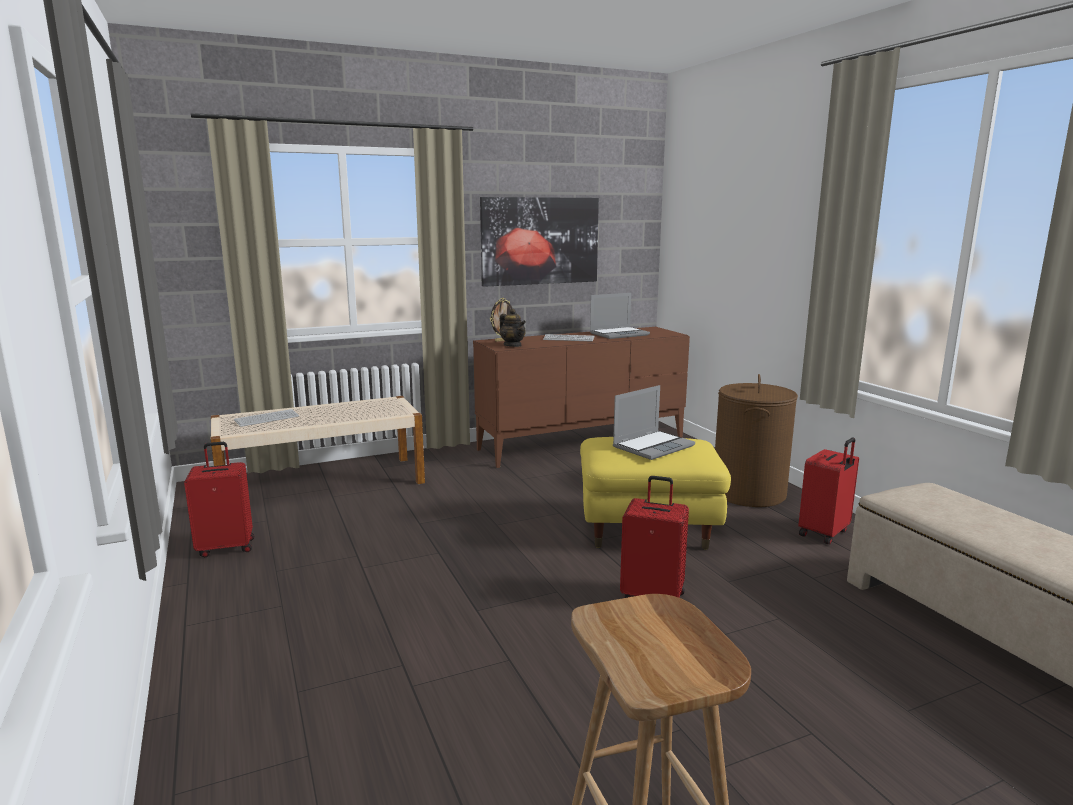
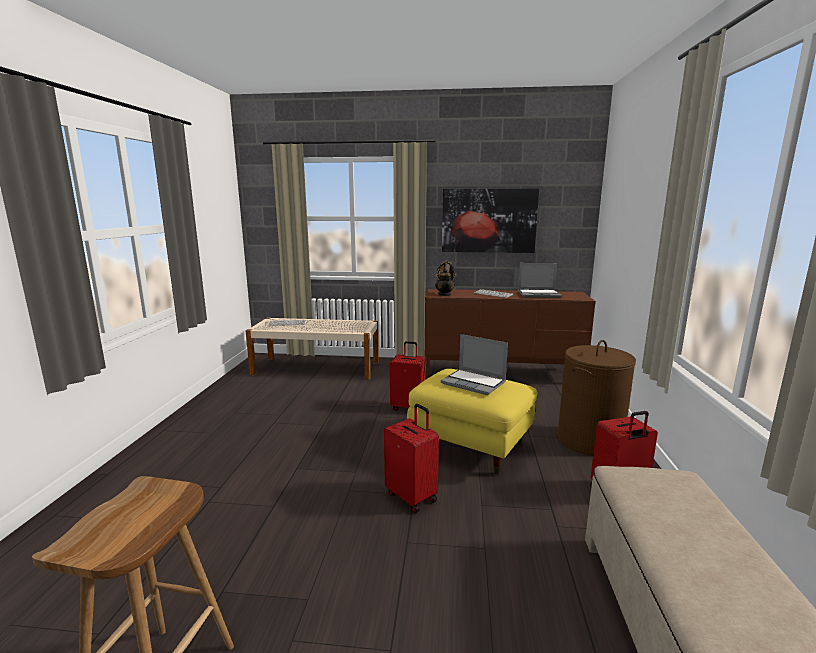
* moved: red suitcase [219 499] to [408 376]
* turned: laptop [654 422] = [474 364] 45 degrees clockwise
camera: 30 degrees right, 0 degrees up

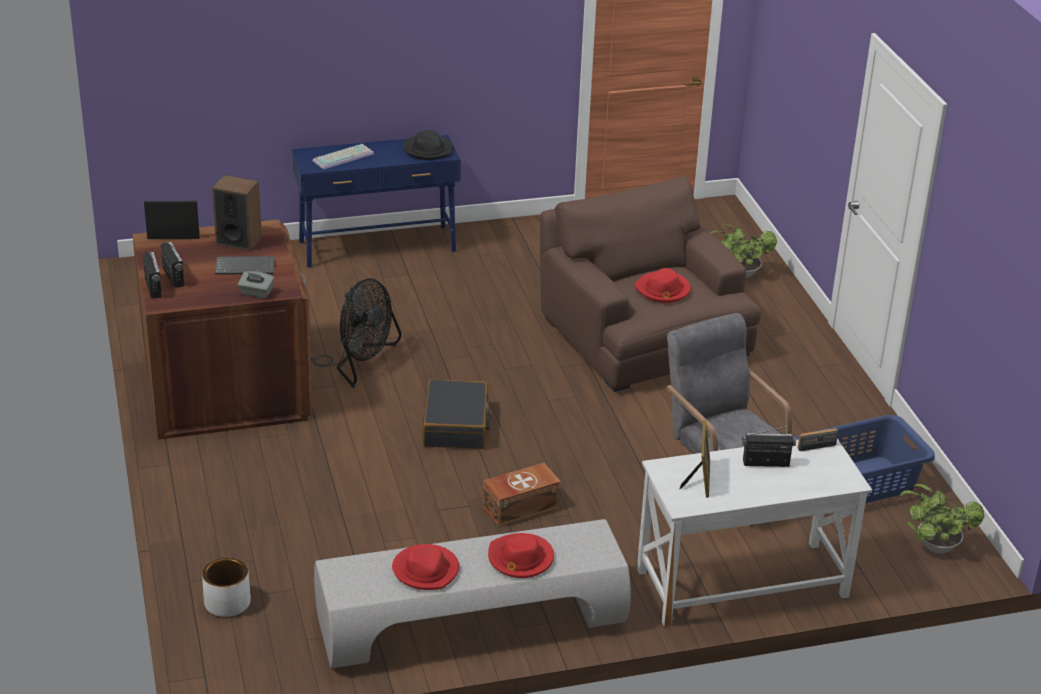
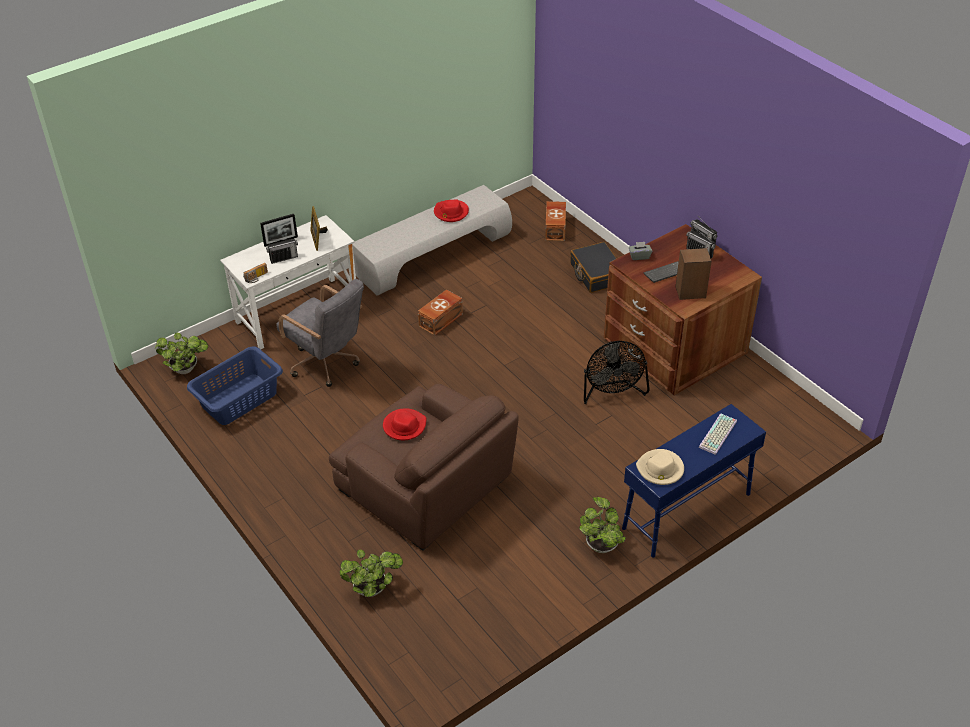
* moved: picture frame [172 220] to [279 230]
* replaced: white planter [226 587] to brown storage box [555 221]
* moved: black suitcase [457 414] to [593 267]
* added: potted plant [602 525]
* turned: black fan [356 333] = [617 372] 105 degrees counterclockwise
* recoloured: black hat [428 145] to beige hat [660 467]
* removed: red hat [521 555]
camera: 160 degrees right, 10 degrees up

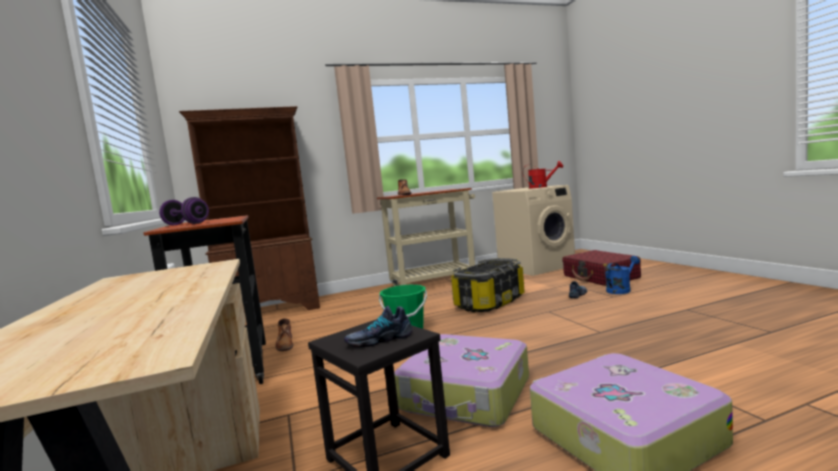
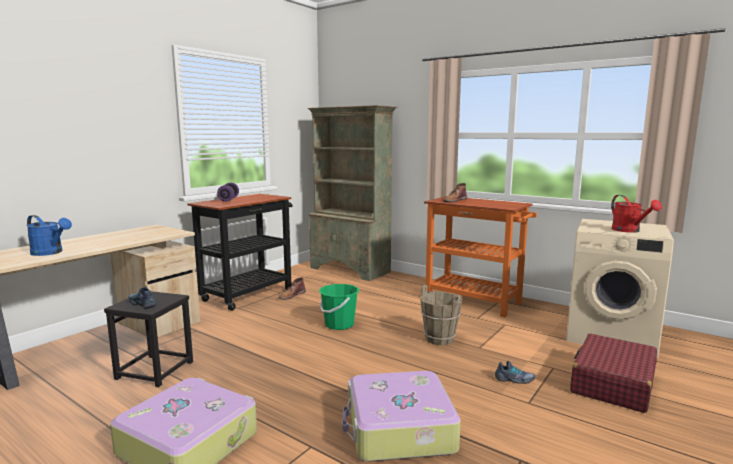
* moved: blue watering can [622 275] to [49 235]
* recoloured: brown bookcase [249 209] to green bookcase [352 193]
* moved: suitcase [461 380] to [401 416]
* replaced: storage box [488 285] to brown bucket [441 315]
* recoloured: beige cart [426 237] to orange cart [480 256]
camera: 55 degrees right, 5 degrees up

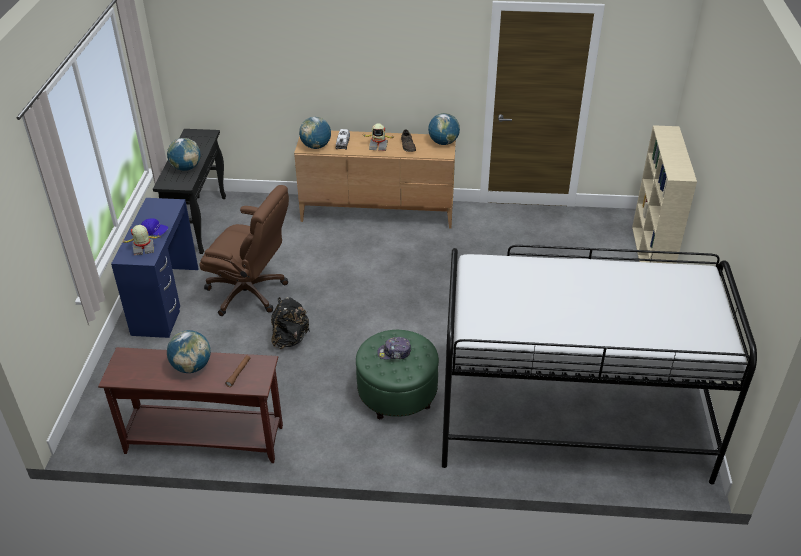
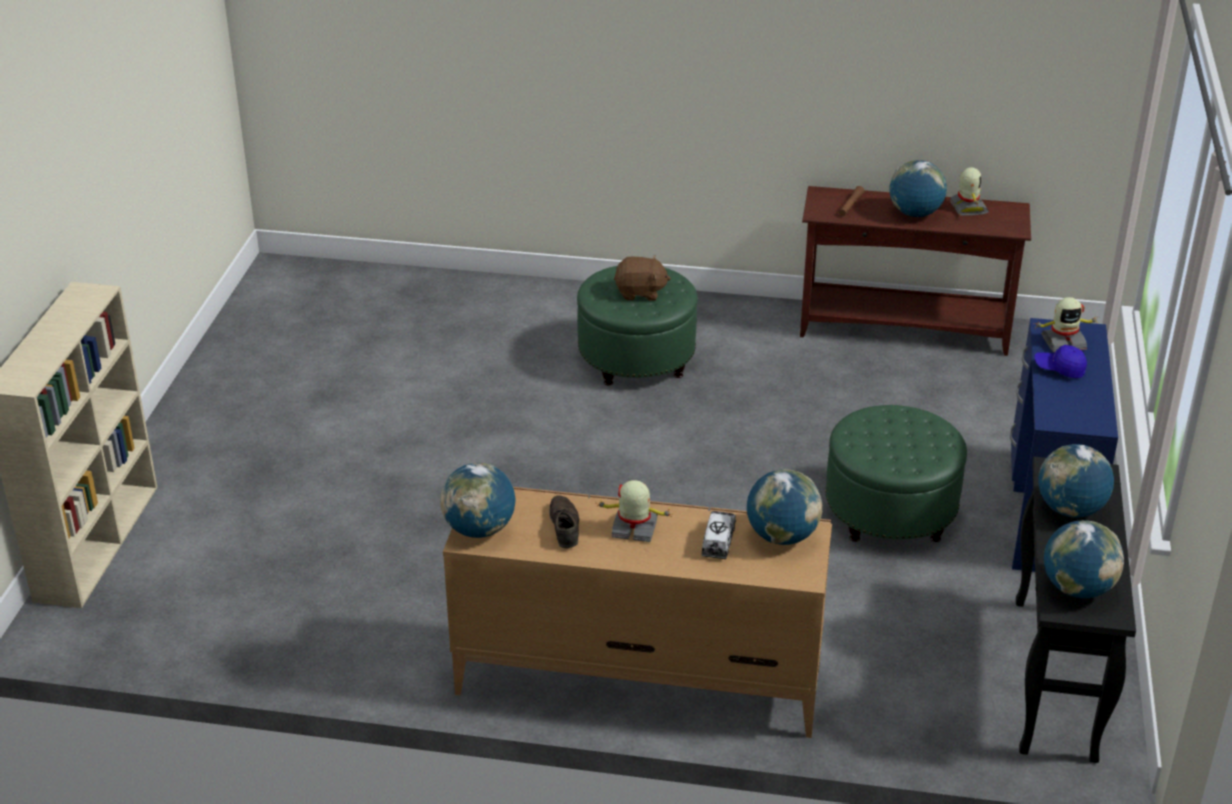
* replaced: cap [394 348] to brown plush toy [642 278]
* replaced: brown office chair [244 250] to green ottoman [896 473]
* added: toy robot [969 191]
* added: globe [1084 559]
* removed: black backpack [290 323]
* removed: black bed [599 364]
camera: 175 degrees left, 5 degrees down

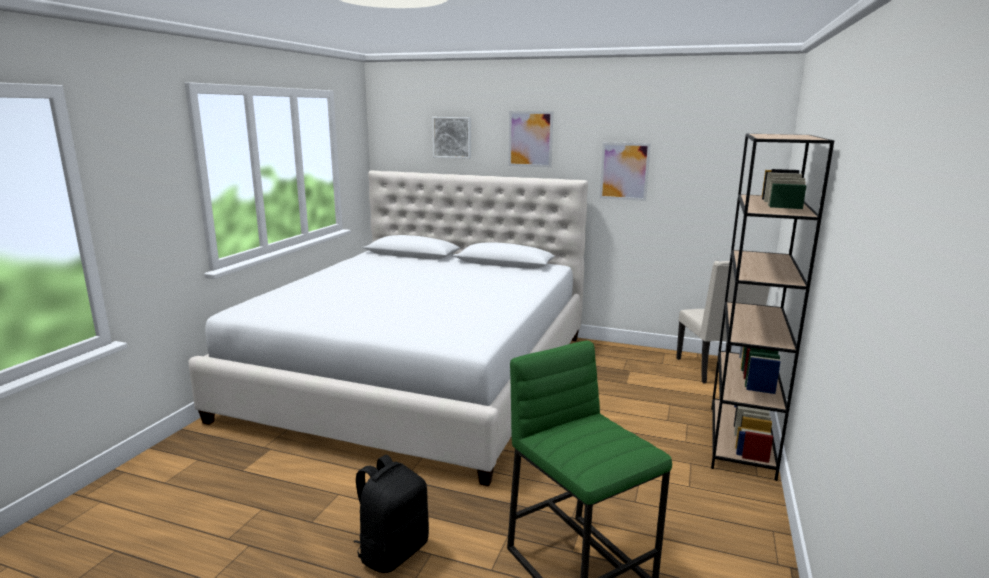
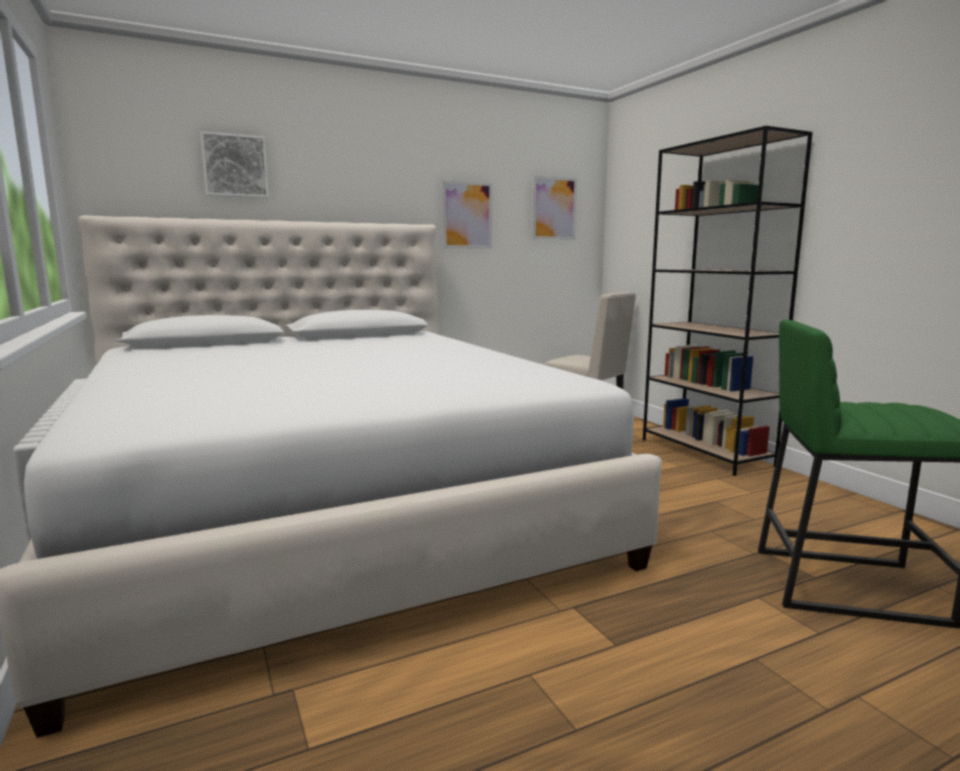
* moved: picture [530 139] to [554 208]
* removed: black backpack [391 514]
camera: 45 degrees left, 5 degrees down

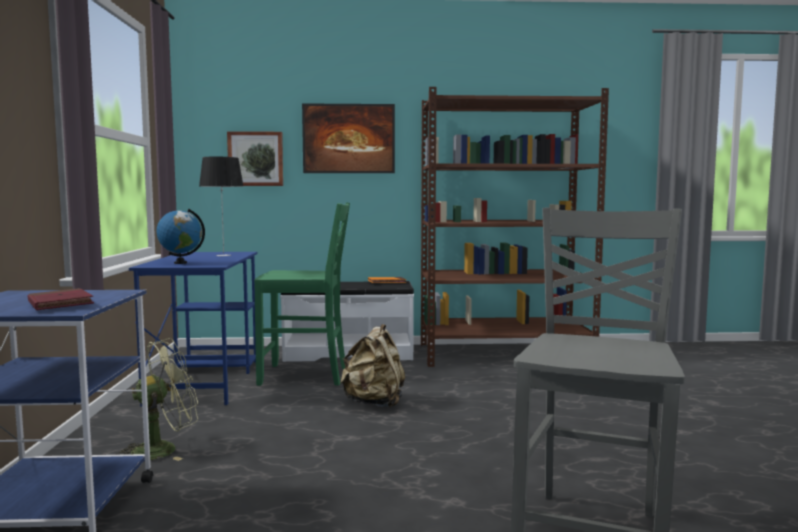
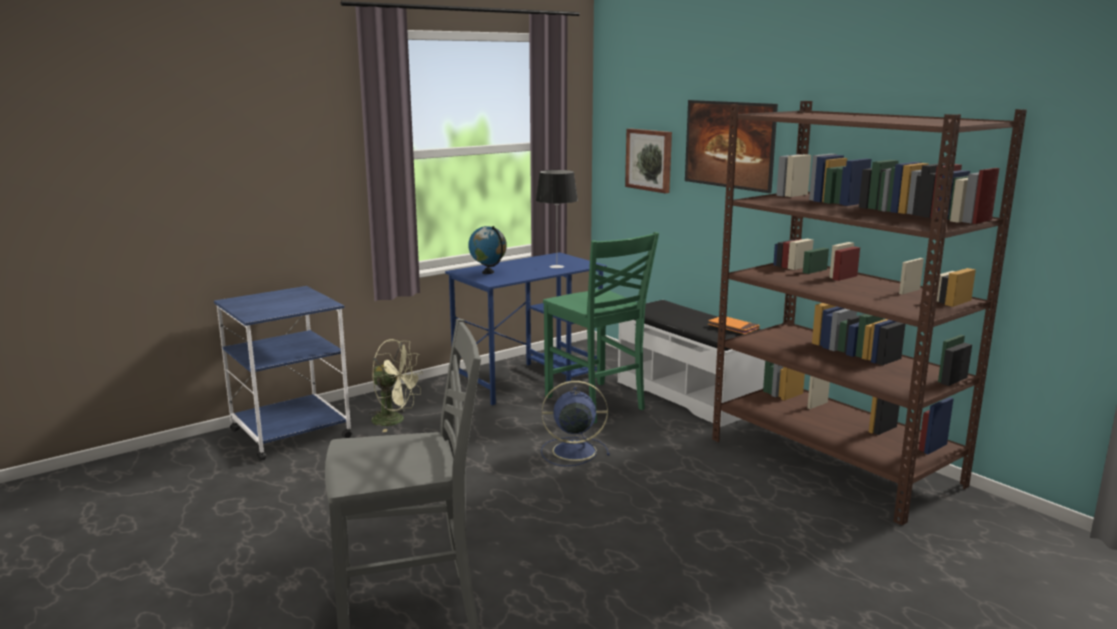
* replaced: beige backpack [372 366] to blue fan [575 423]
* removed: red book [61 299]
camera: 55 degrees right, 10 degrees up

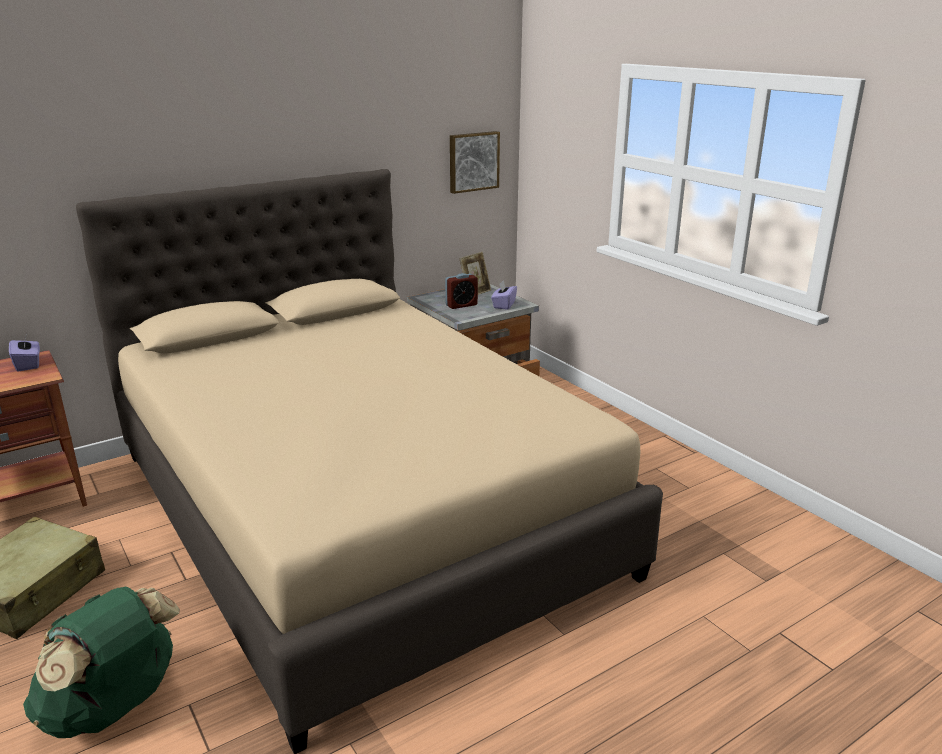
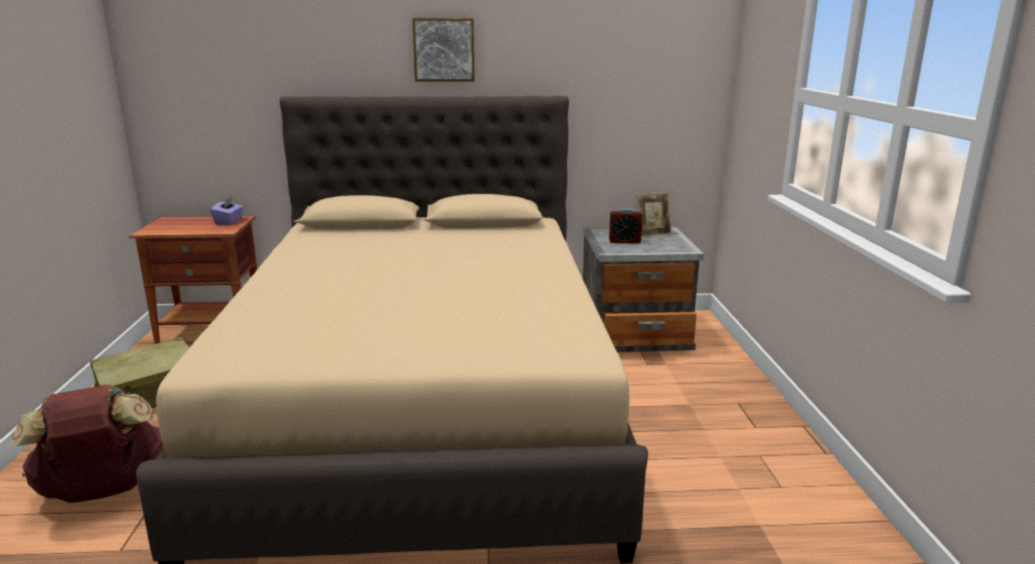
* recoloured: green backpack [101 662] to brown backpack [88 444]
* moved: picture [475 162] to [443 49]
* removed: purple tissue box [504 295]
camera: 30 degrees right, 5 degrees down

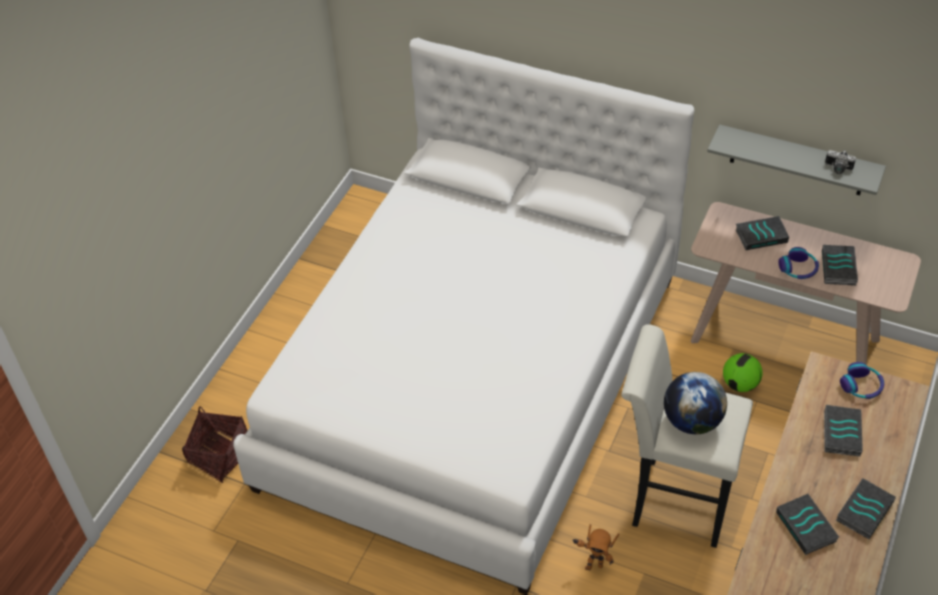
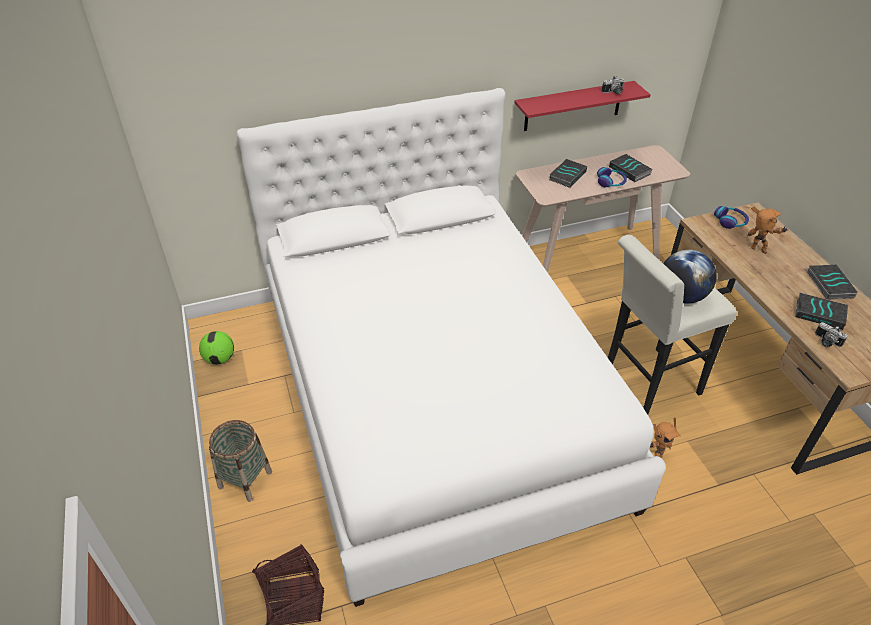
* moved: football [742 372] to [216 348]
* added: basket [240 461]
* recoloured: grey shelf [796 159] to red shelf [582 106]
* replaced: book [843 430] to toy robot [767 230]
* added: photo camera [831 334]
camera: 45 degrees left, 5 degrees down

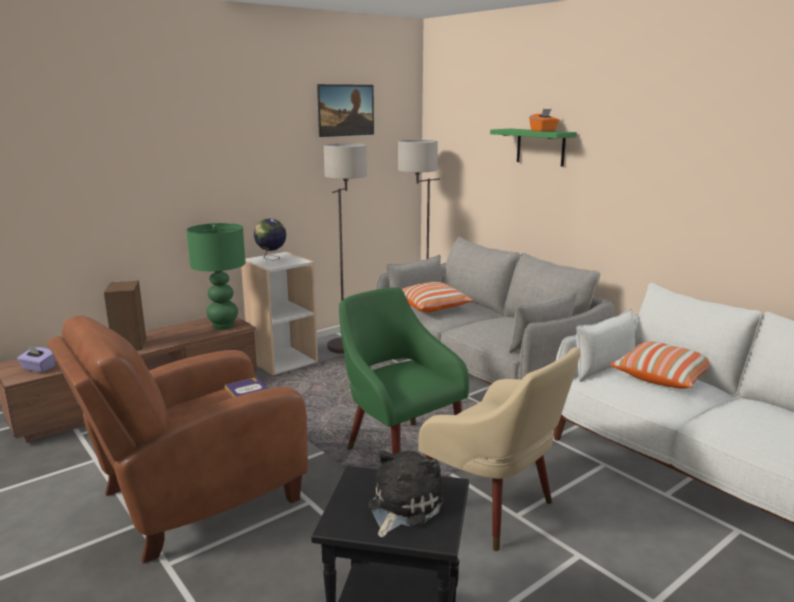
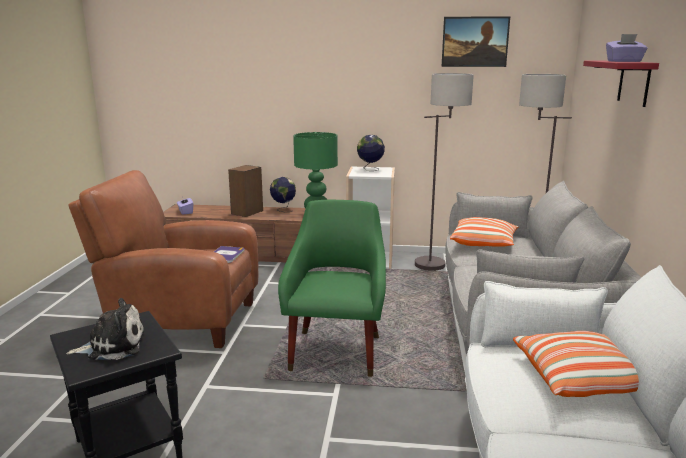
* added: globe [283 194]
* recoloured: green shelf [533 148] to red shelf [621 84]
* recoloured: orange tissue box [544 120] to purple tissue box [627 48]
* removed: beige armchair [499 449]
camera: 45 degrees right, 0 degrees up

